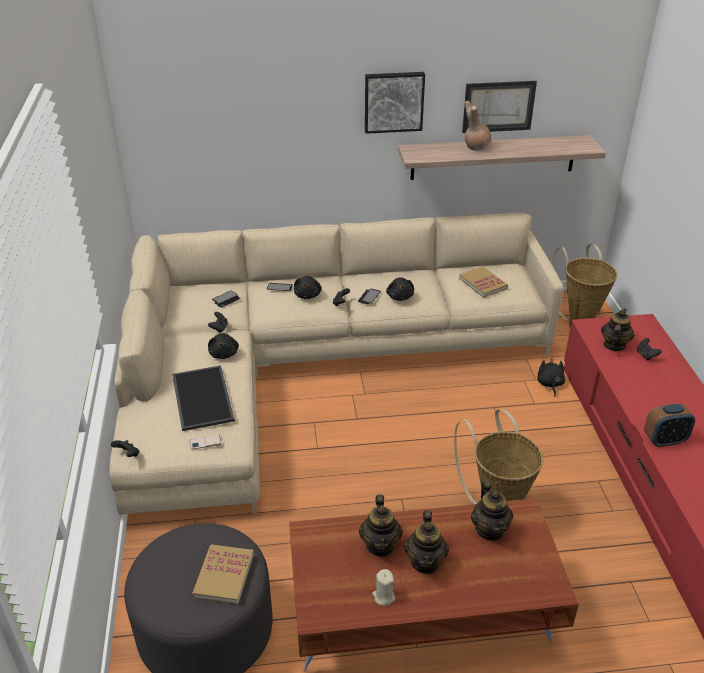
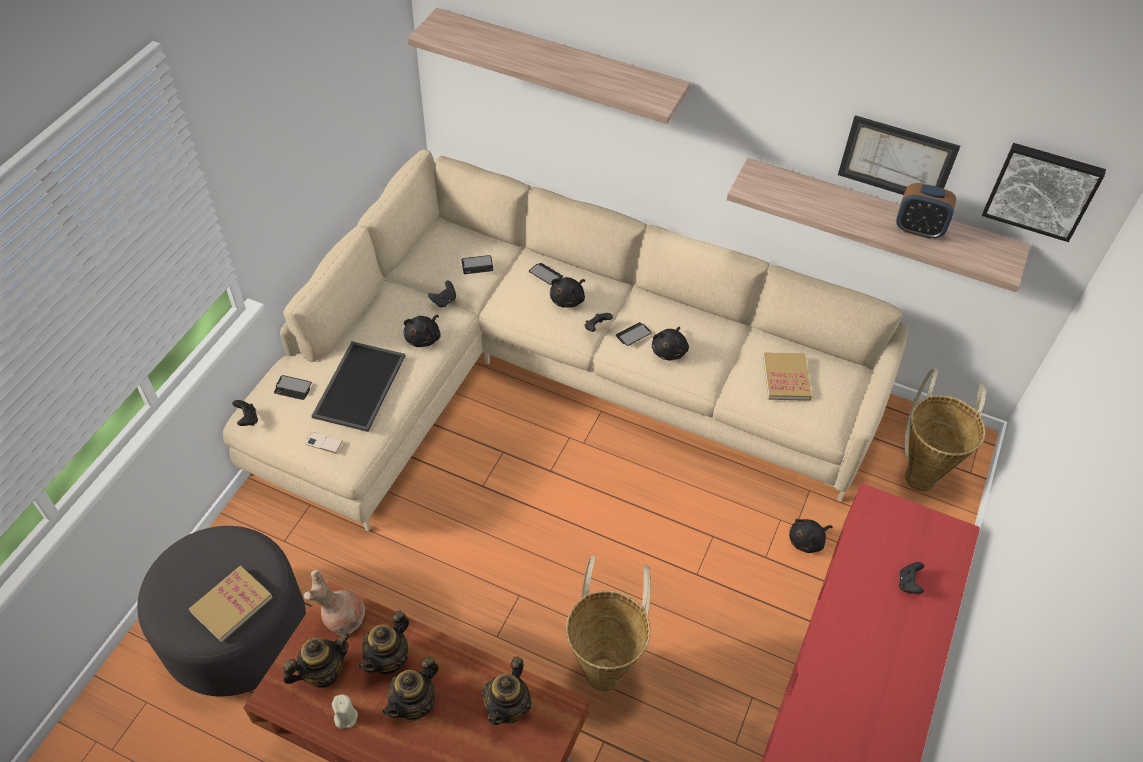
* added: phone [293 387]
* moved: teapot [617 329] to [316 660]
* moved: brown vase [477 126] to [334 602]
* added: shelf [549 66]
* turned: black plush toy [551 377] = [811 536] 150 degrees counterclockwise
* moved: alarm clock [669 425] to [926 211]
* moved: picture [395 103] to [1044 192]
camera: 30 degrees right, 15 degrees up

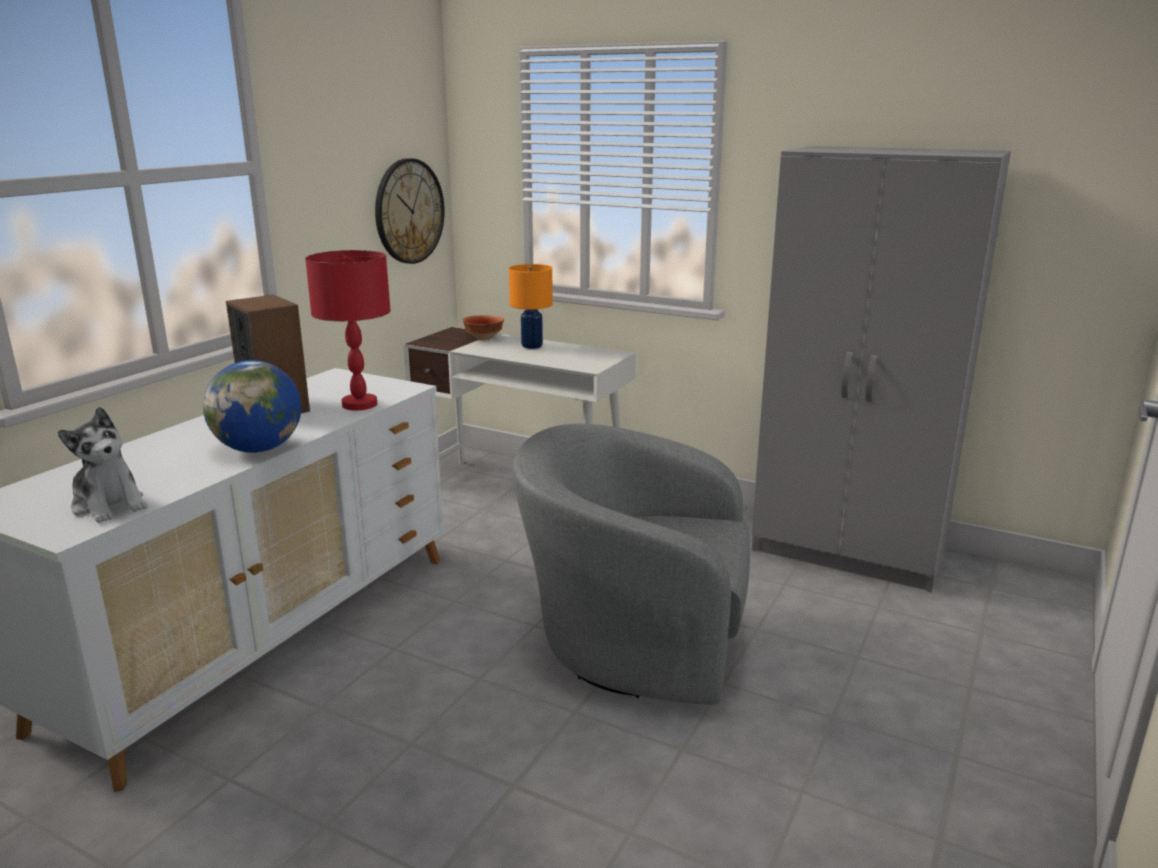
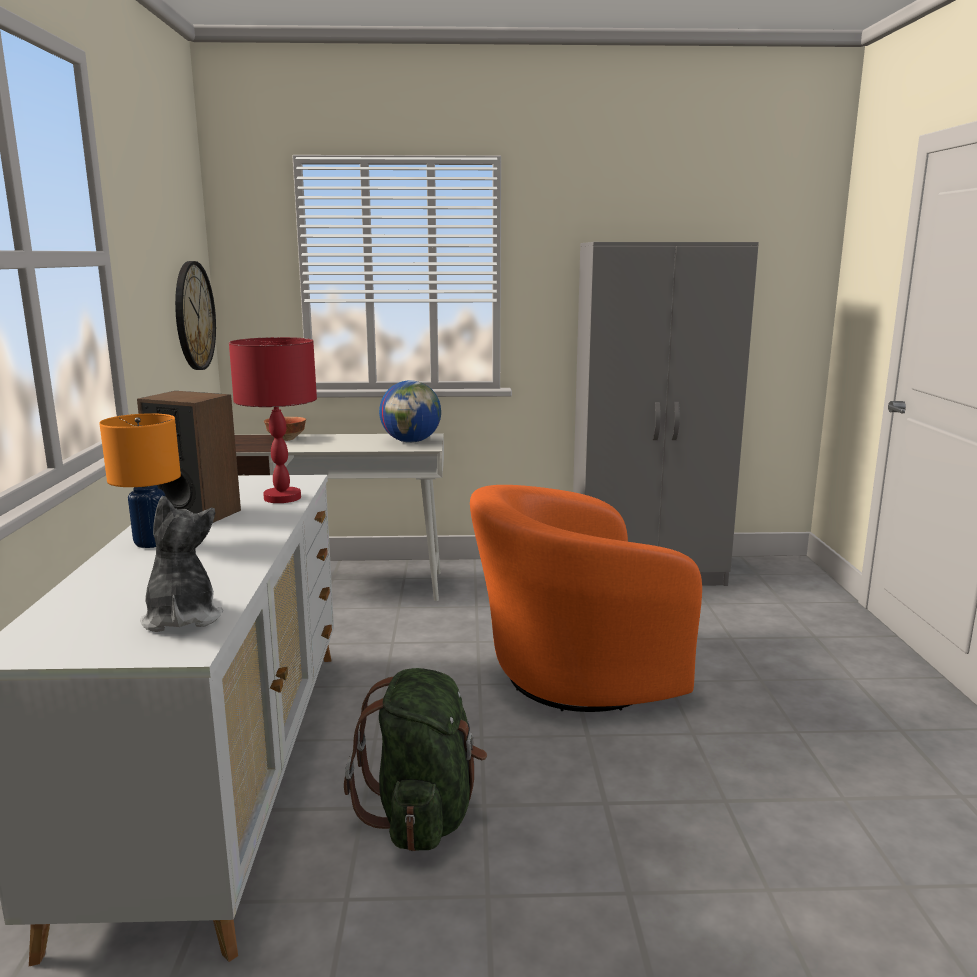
* moved: orange table lamp [531 306] to [140 480]
* turned: plush toy [103 465] = [181 564] 120 degrees counterclockwise
* added: green backpack [415 759]
* moved: globe [252 406] to [410 411]
* recoloured: grey armchair [631 564] to orange armchair [586 598]
camera: 30 degrees left, 5 degrees down

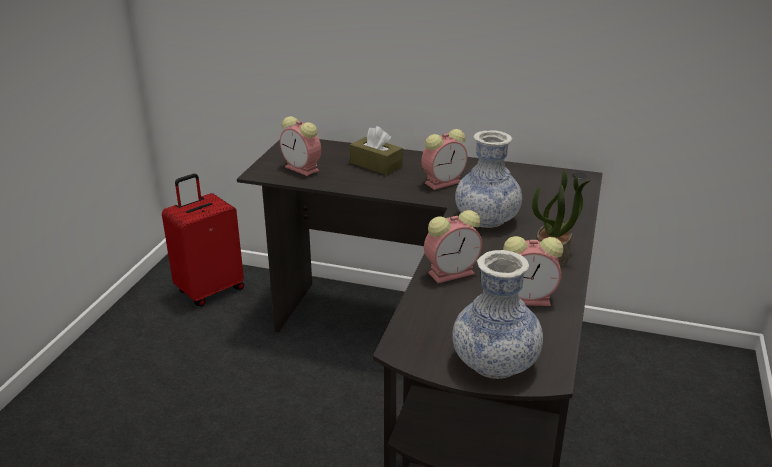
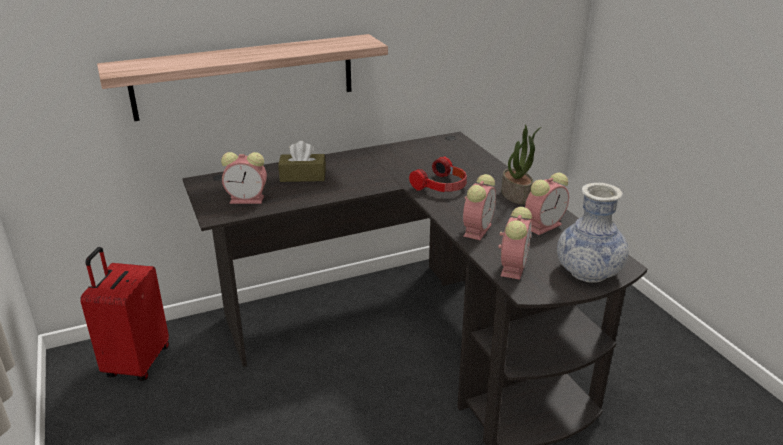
* added: shelf [242 77]
* replaced: vase [488 179] to headphones [438 174]
* moved: alarm clock [444 159] to [515 243]
camera: 40 degrees left, 0 degrees up

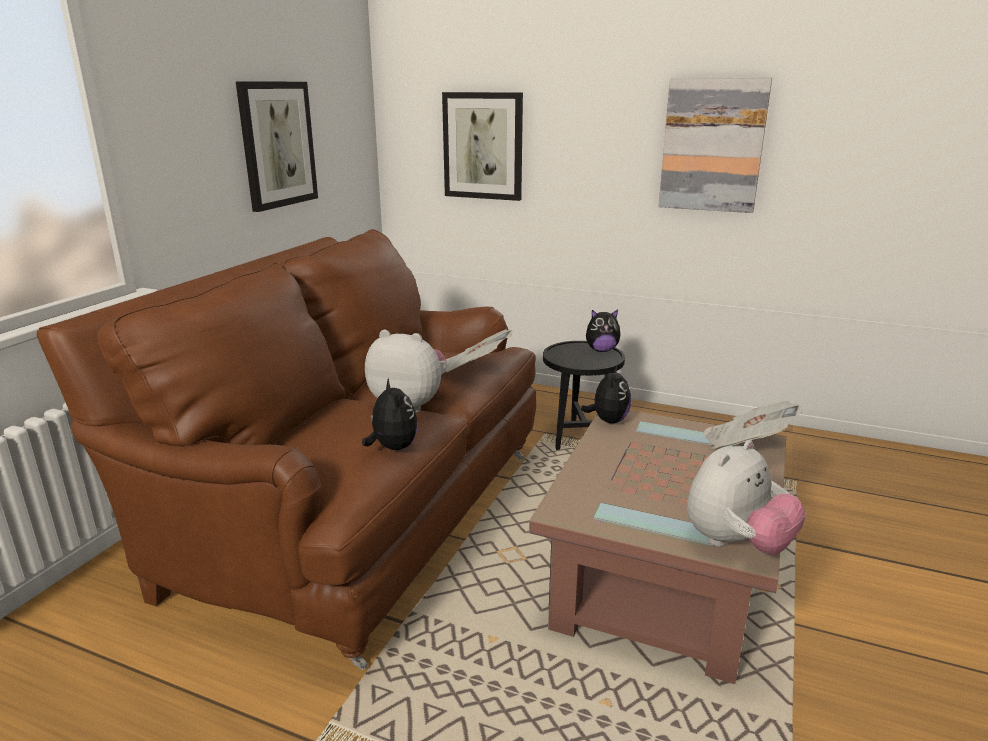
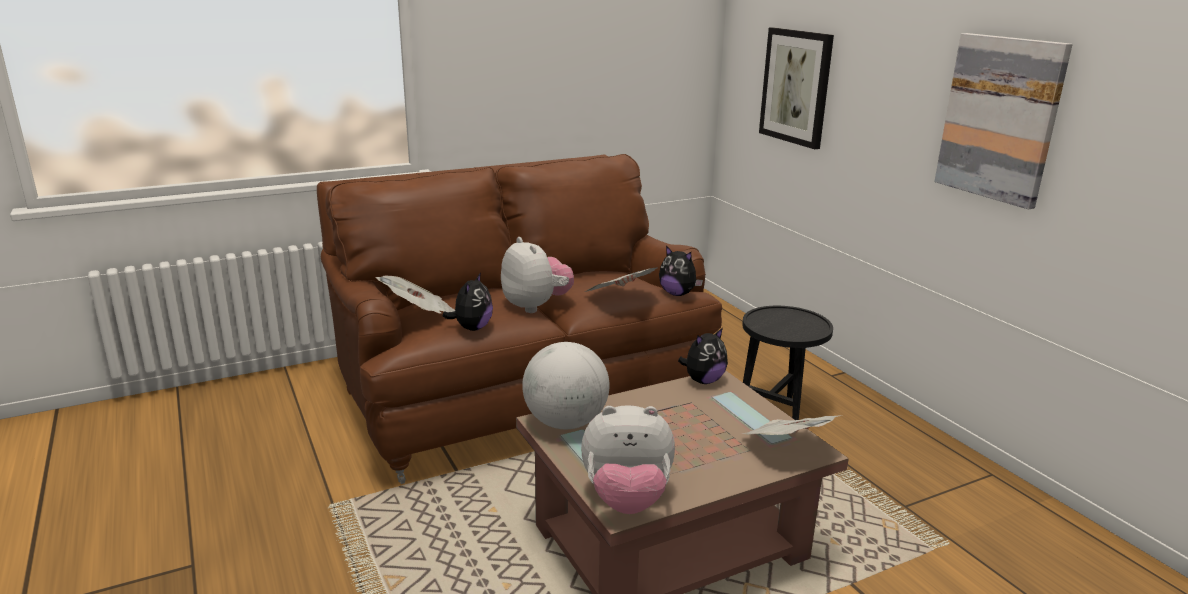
* added: newspaper [415 295]
* added: globe [566 385]
* moved: plush toy [603 330] to [681 271]
* removed: picture [277 146]
camera: 40 degrees right, 0 degrees up

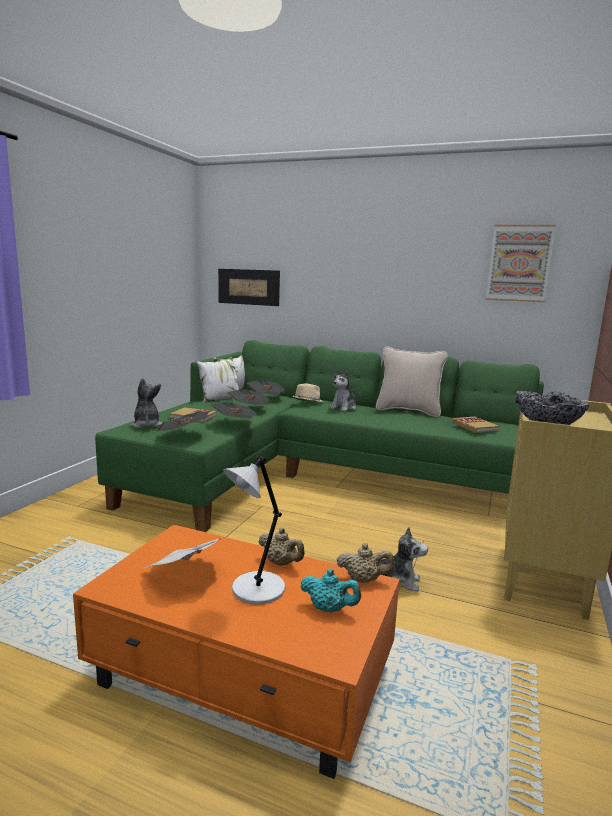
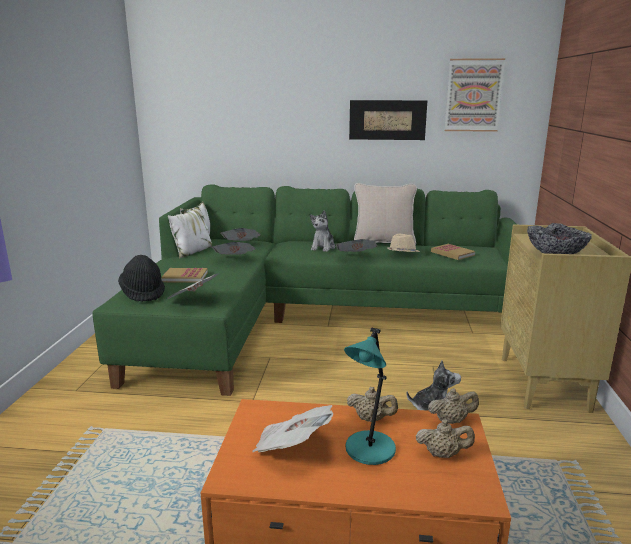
* replaced: plush toy [146 403] to black hat [141 278]
* moved: newspaper [233 410] to [356 245]
* recoloured: grey table lamp [254 530] to turquoise table lamp [370 396]
* moved: picture [249 287] to [388 120]
* moved: beige hat [308 392] to [403 243]
* recoloured: turquoise teapot [330 590] to beige teapot [445 438]
camera: 15 degrees left, 5 degrees up

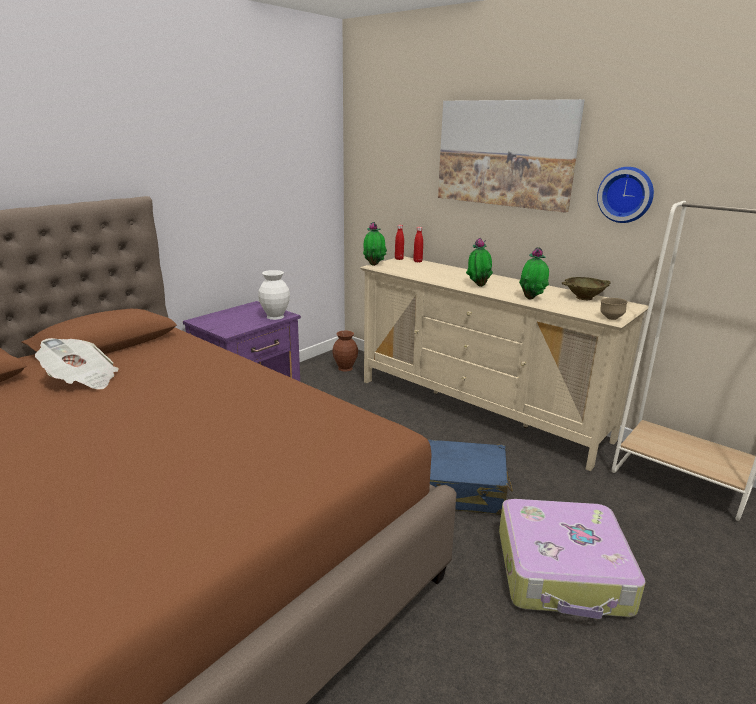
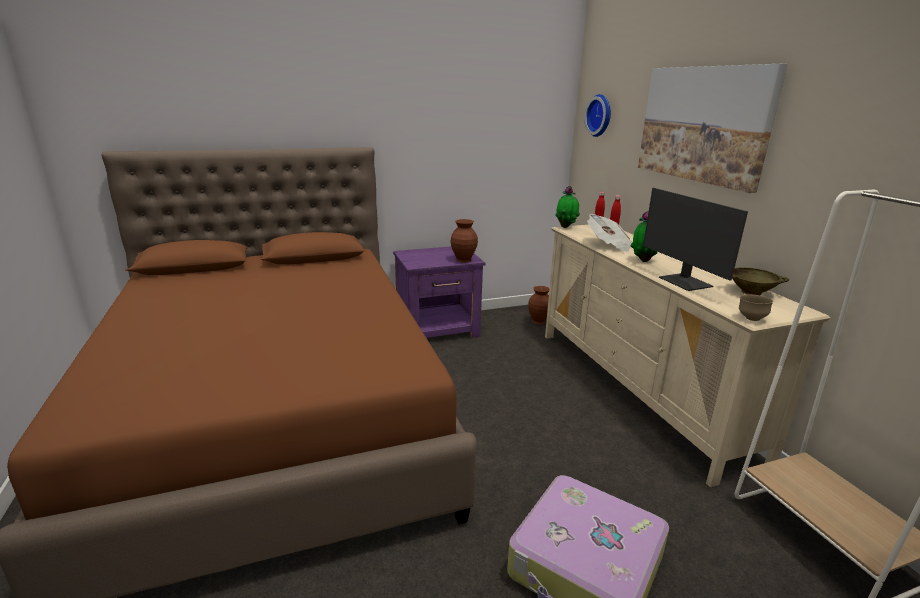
* recoloured: white vase [274 295] to brown vase [464 241]
* moved: wall clock [625 195] to [597 115]
* moved: newspaper [76 364] to [609 233]
* replaced: potted plant [534 273] to monitor [695 239]
* removed: blue suitcase [470 477]
camera: 30 degrees right, 0 degrees up

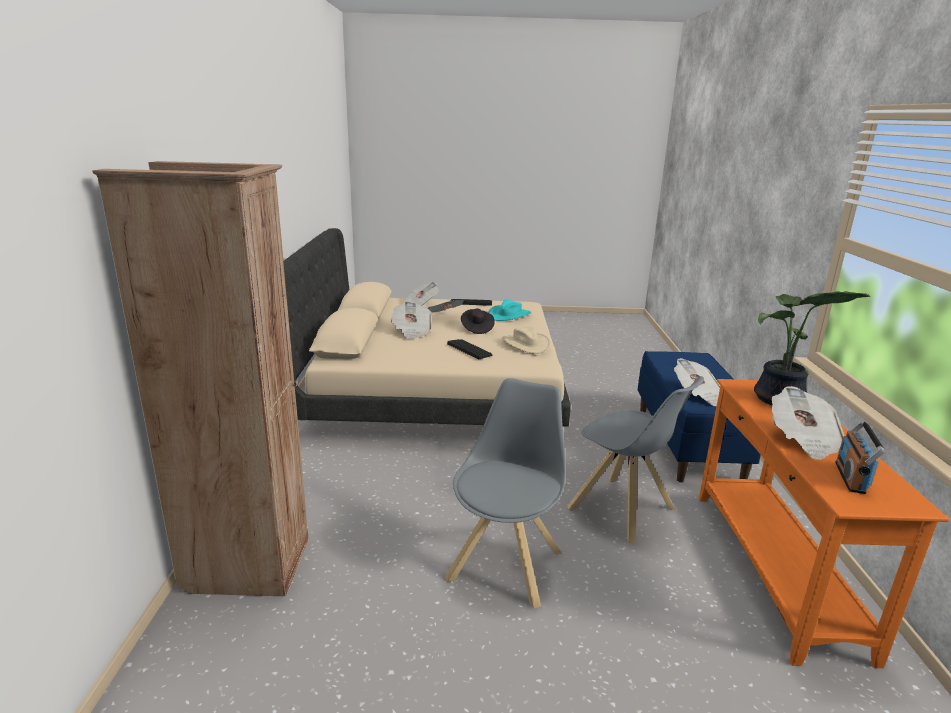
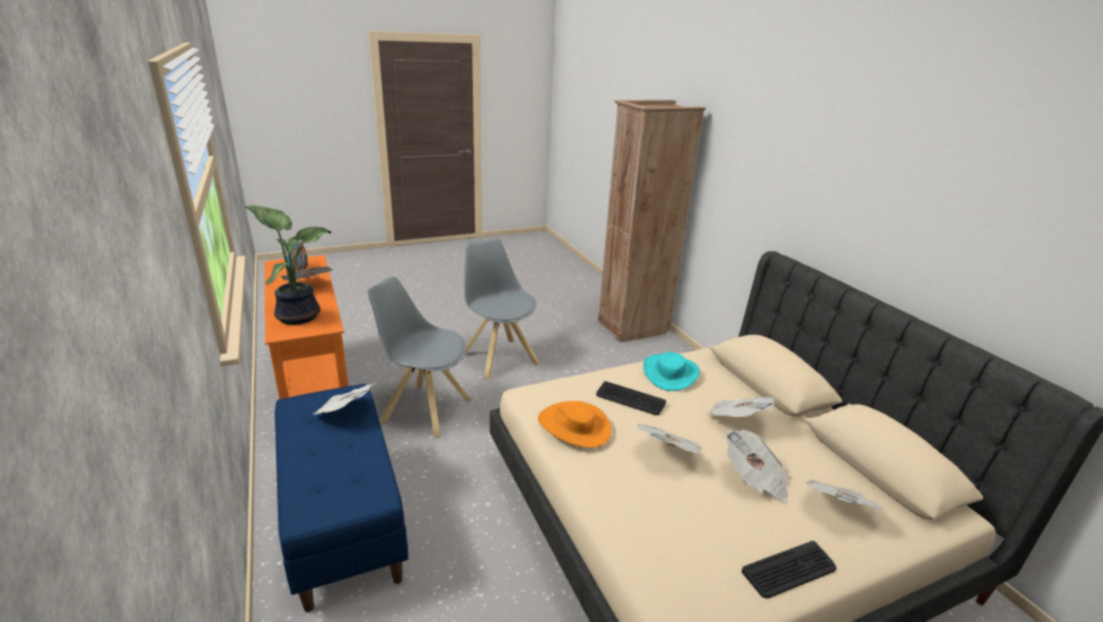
* turned: grey chair [505 493] = [501 308] 150 degrees clockwise
* recoloured: beige hat [526 340] to orange hat [574 424]
* replaced: black hat [478 321] to newspaper [669 439]
* moved: turquoise hat [509 310] to [671 371]
camera: 155 degrees right, 5 degrees up

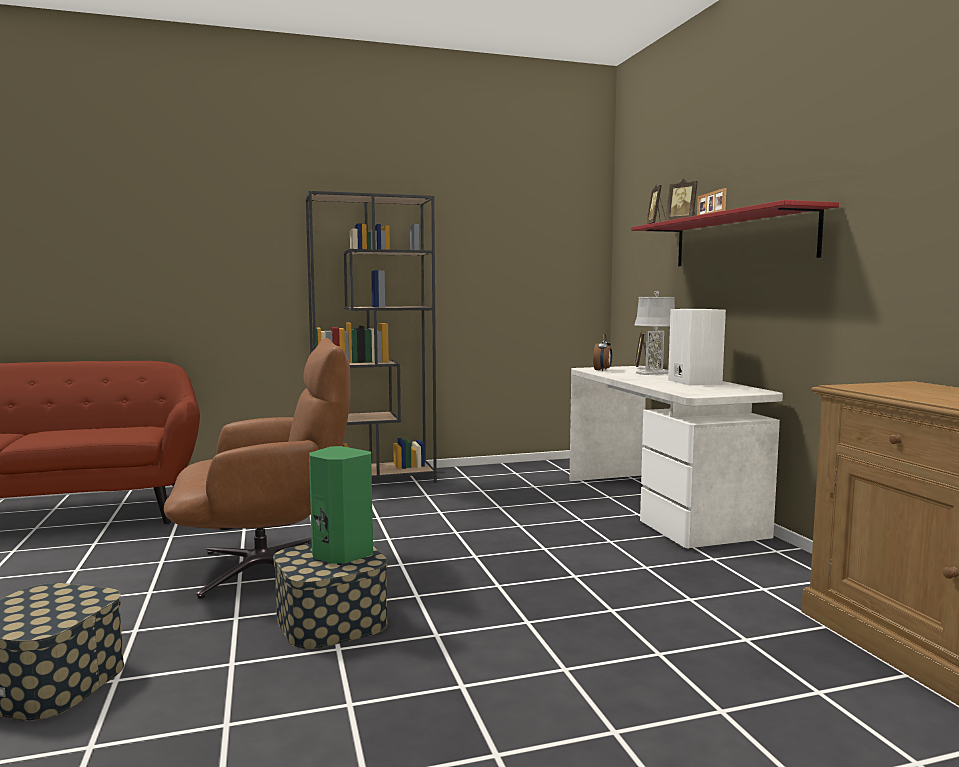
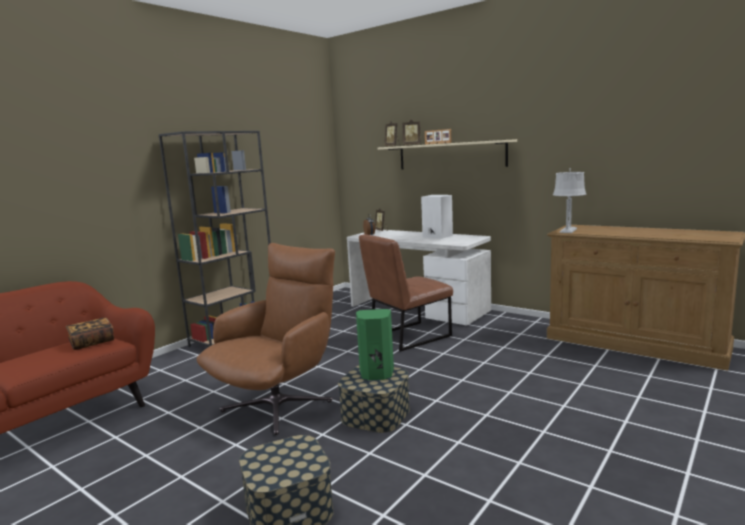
* added: book [90 333]
* added: brown chair [406 293]
* recoloured: red shelf [735 233] to beige shelf [447 154]
* moved: grey table lamp [654 333] to [569 200]
camera: 35 degrees left, 5 degrees up

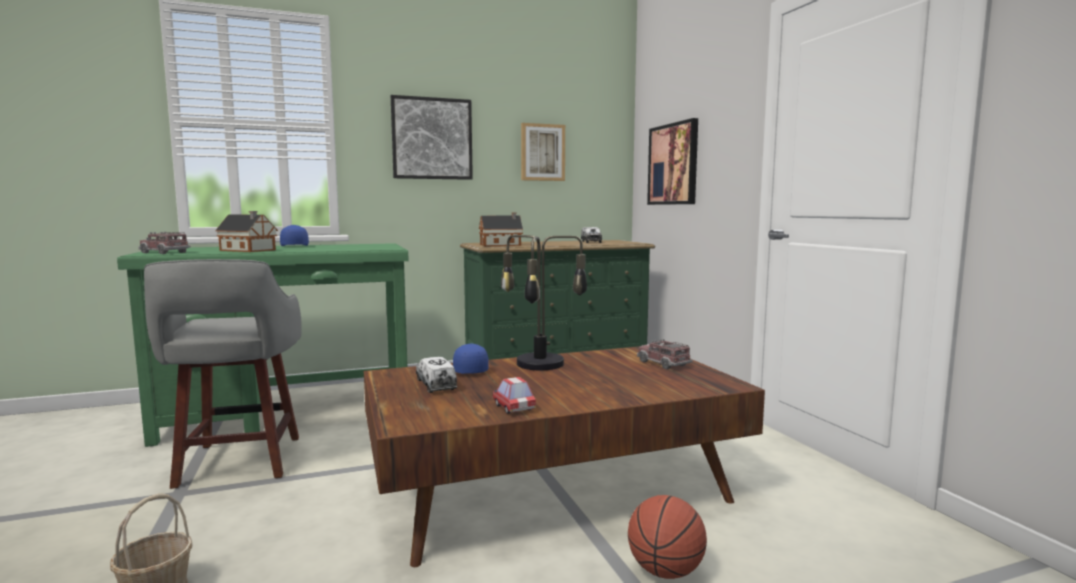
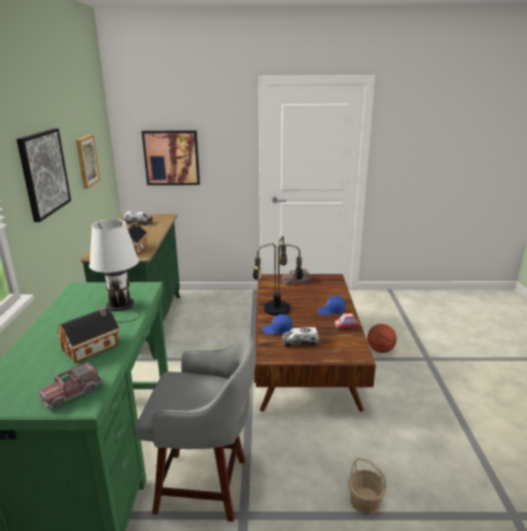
* added: white table lamp [115 270]
* moved: blue cap [294 235] to [331 305]
camera: 70 degrees left, 15 degrees up

